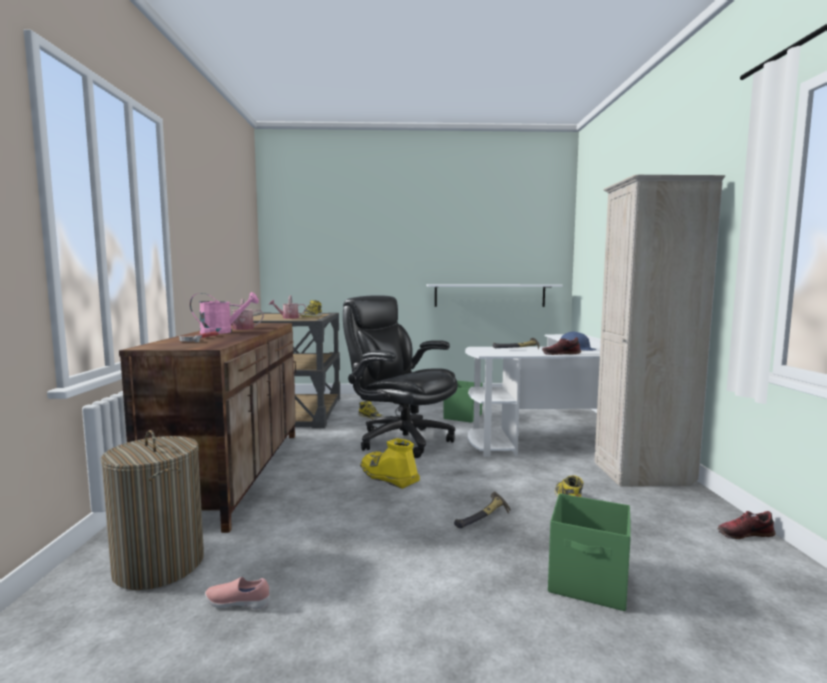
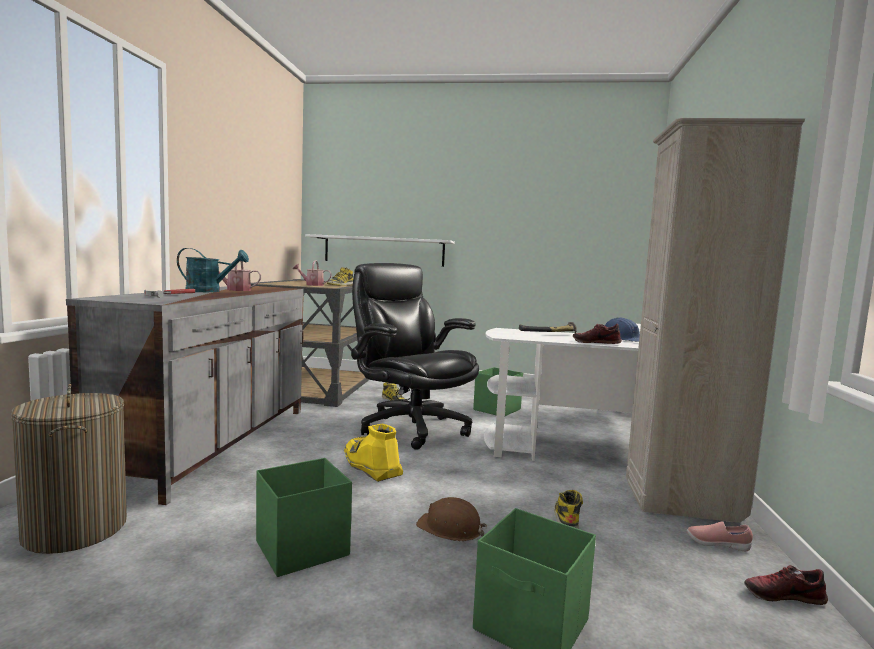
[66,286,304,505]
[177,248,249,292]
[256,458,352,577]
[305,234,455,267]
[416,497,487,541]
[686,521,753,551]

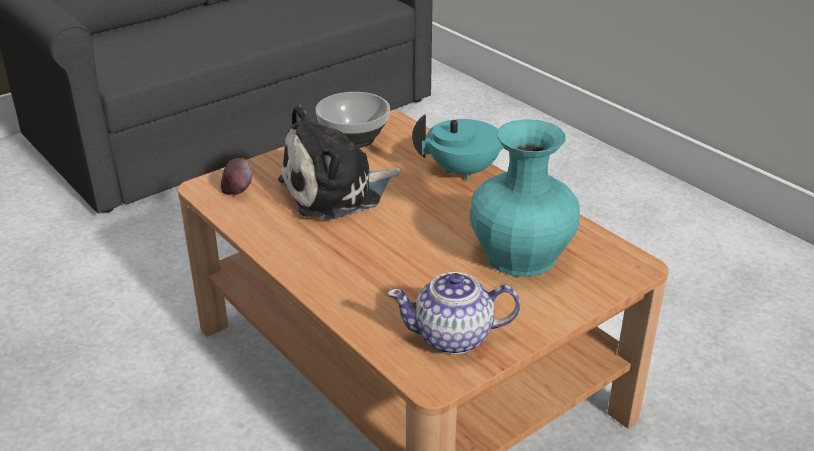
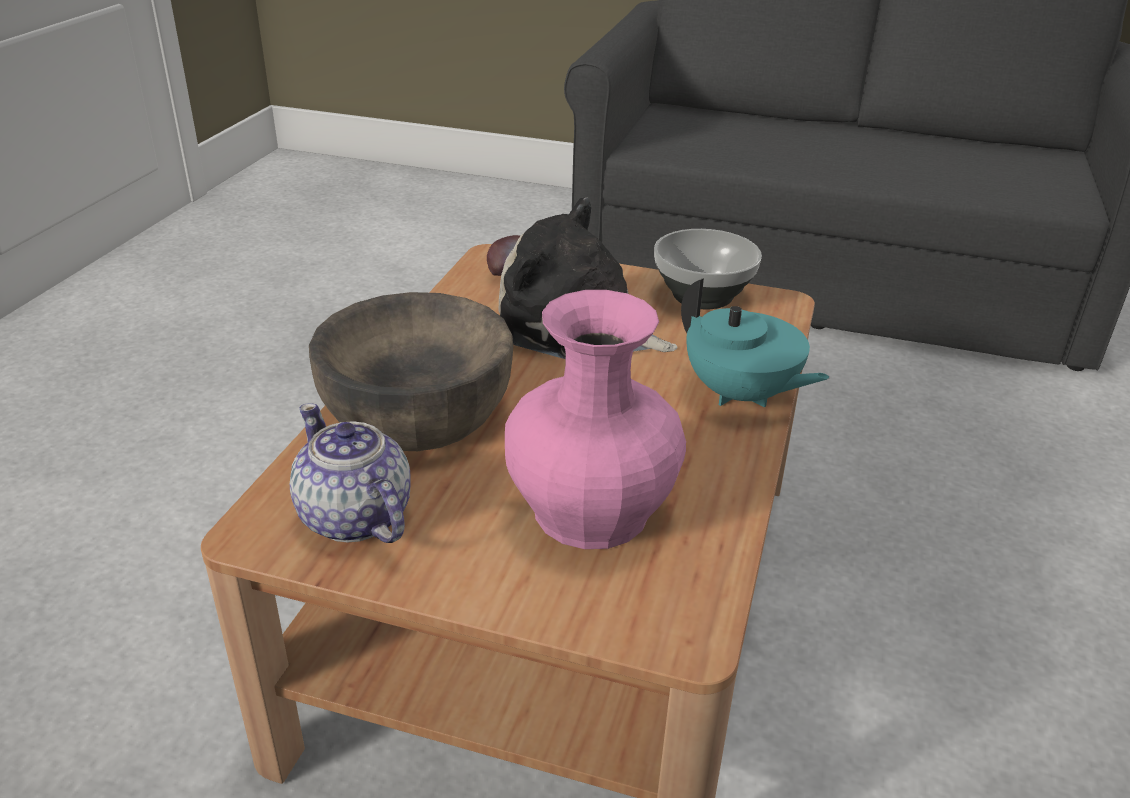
[309,292,513,451]
[505,290,686,549]

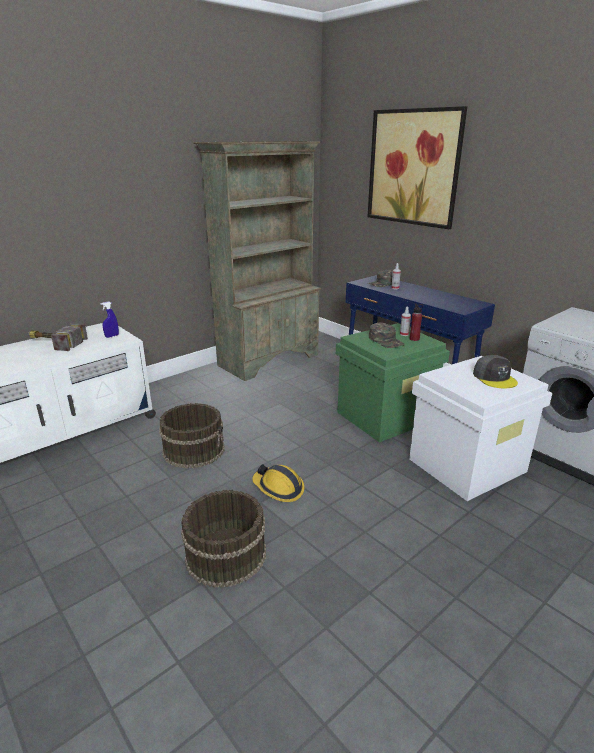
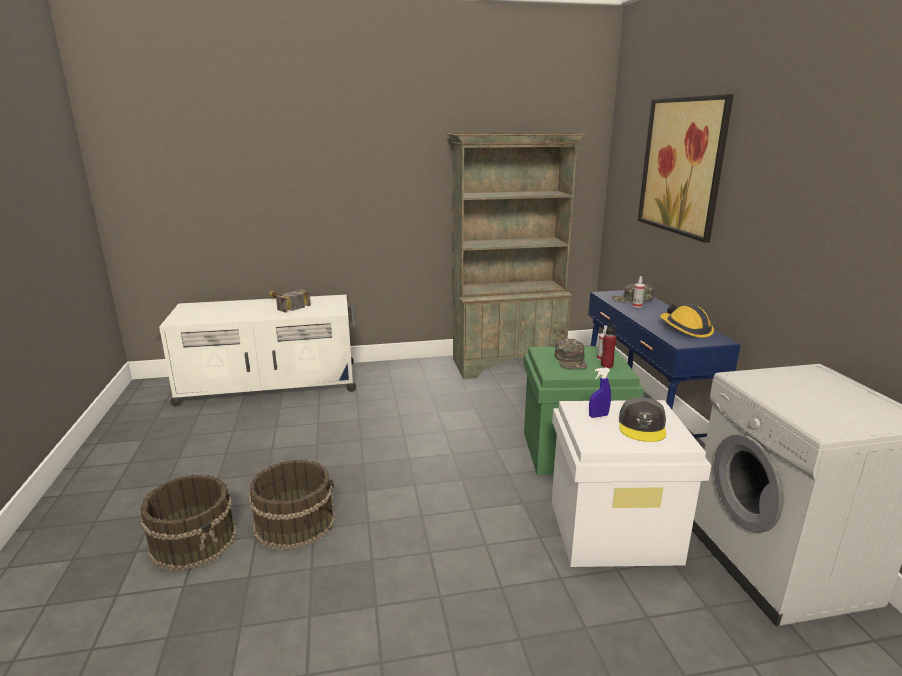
[140,474,236,571]
[589,367,611,418]
[660,304,714,338]

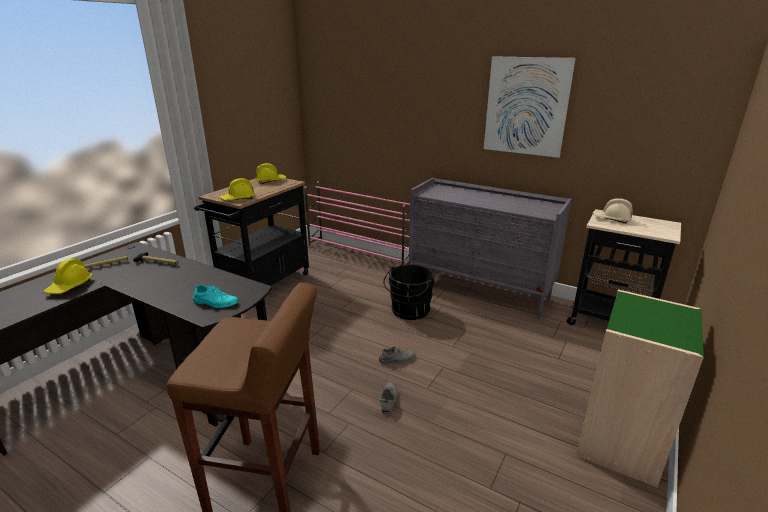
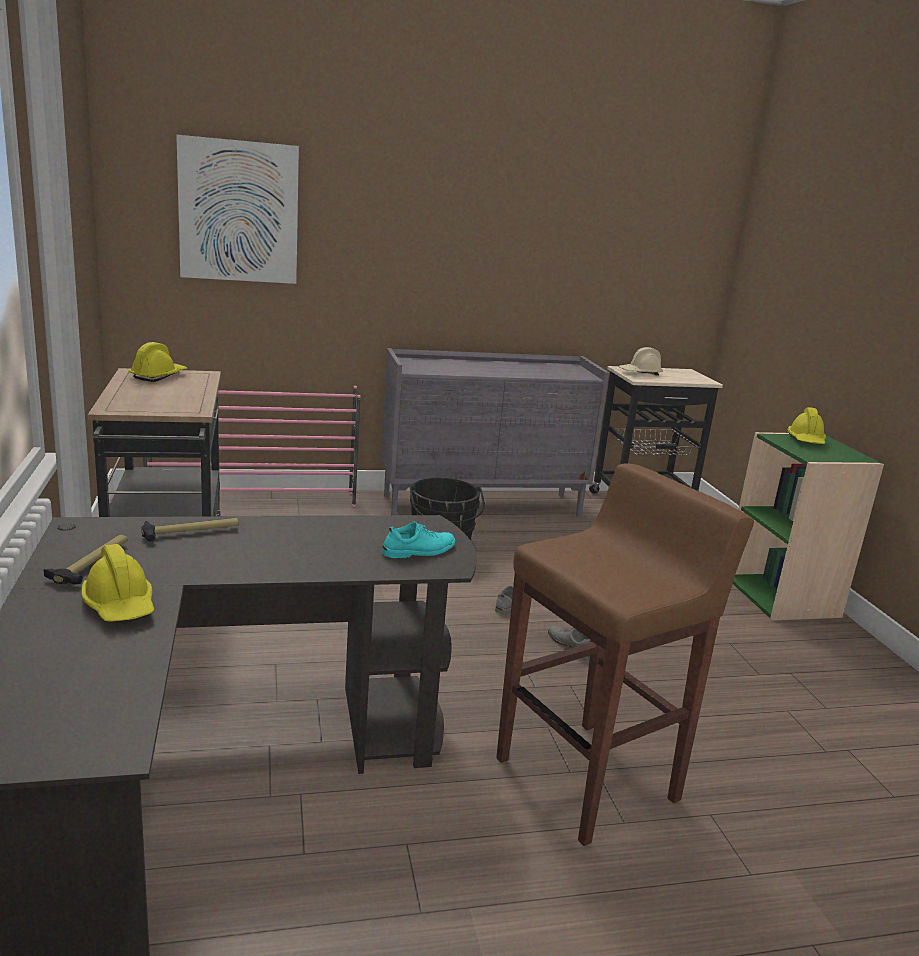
[176,135,299,284]
[788,407,826,444]

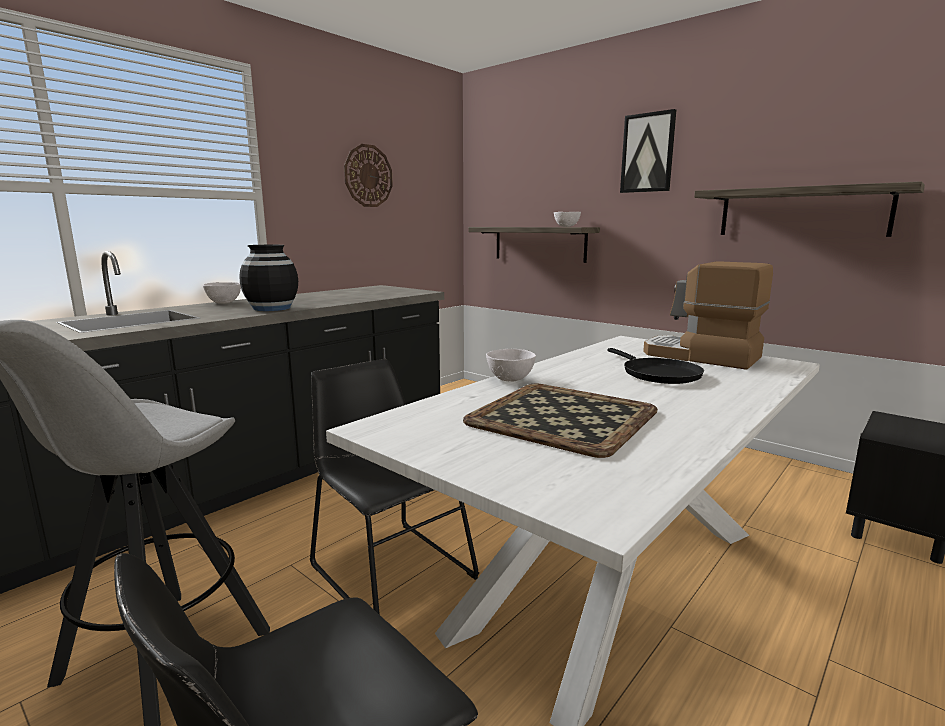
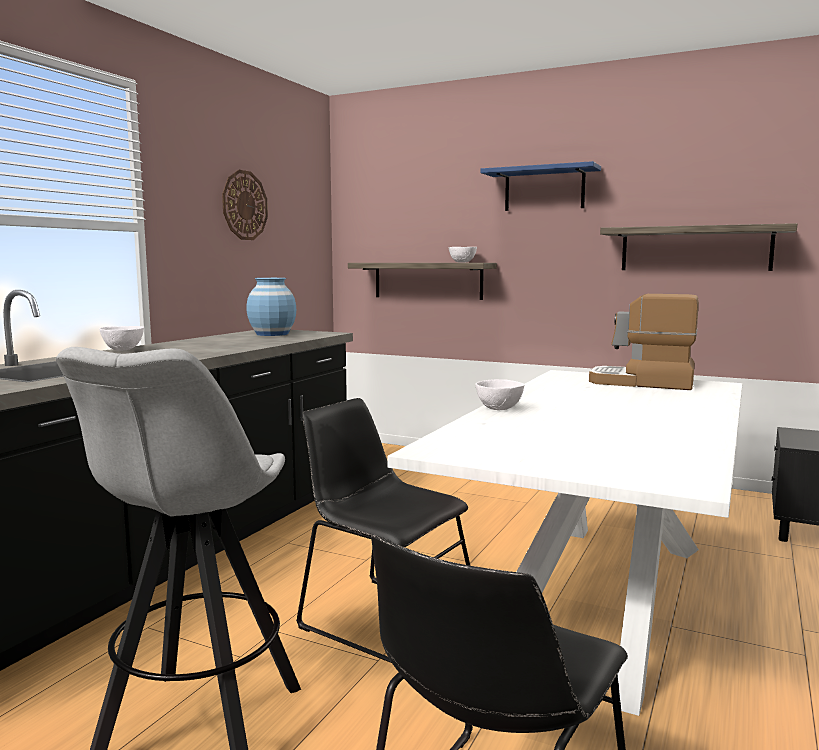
[247,278,296,336]
[480,161,601,211]
[239,245,298,311] (first image)
[463,384,658,458] (first image)
[608,348,704,384] (first image)

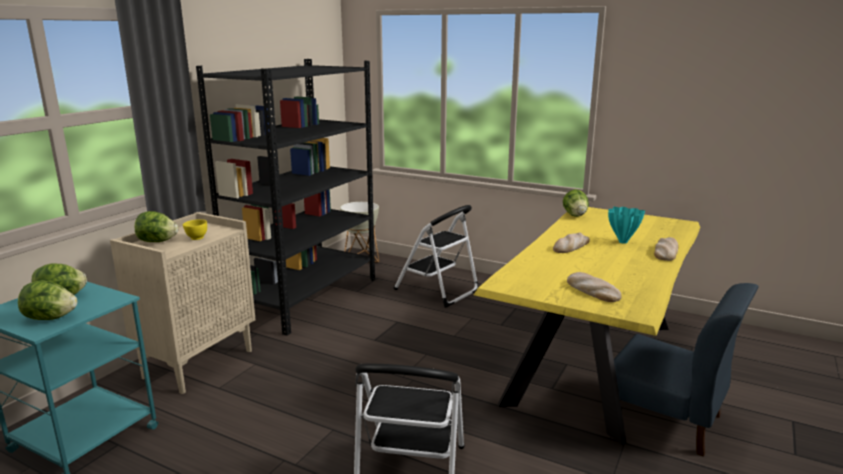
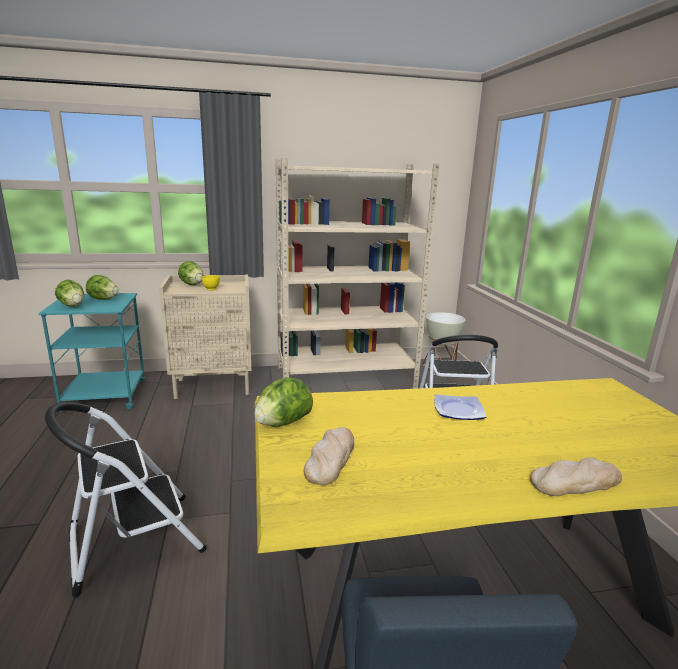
[254,377,313,427]
[276,158,439,389]
[434,394,486,420]
[608,207,645,244] (first image)

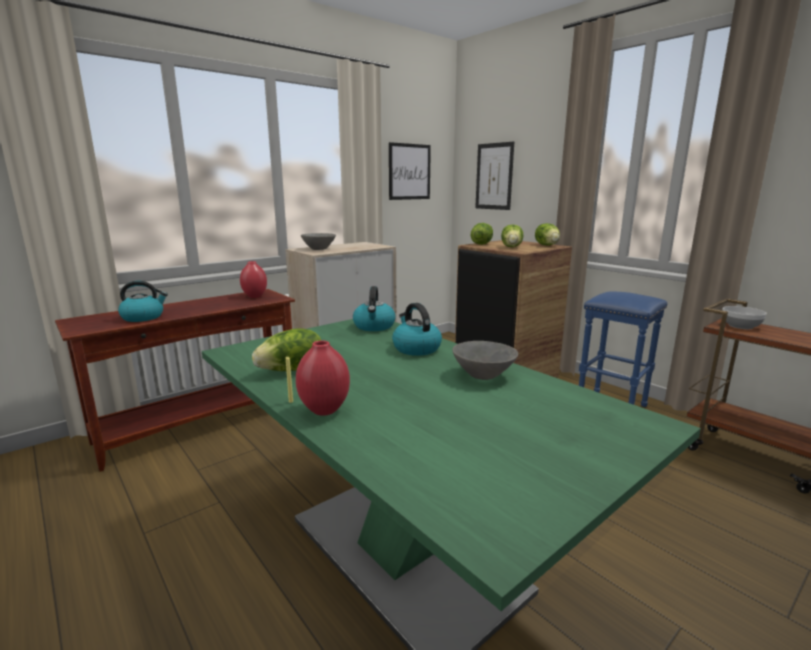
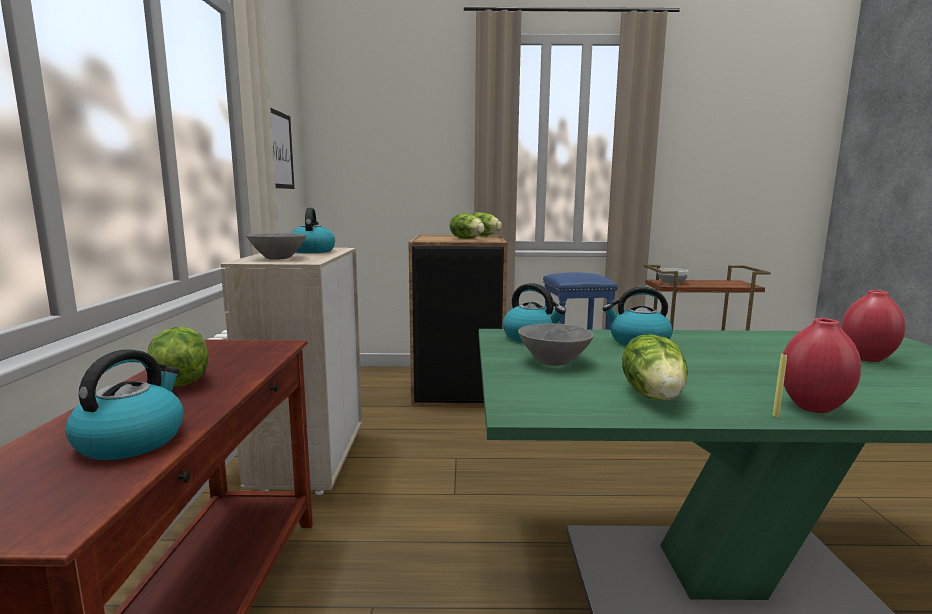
[148,327,208,387]
[291,208,335,253]
[518,323,593,366]
[841,290,906,362]
[475,141,514,210] (first image)

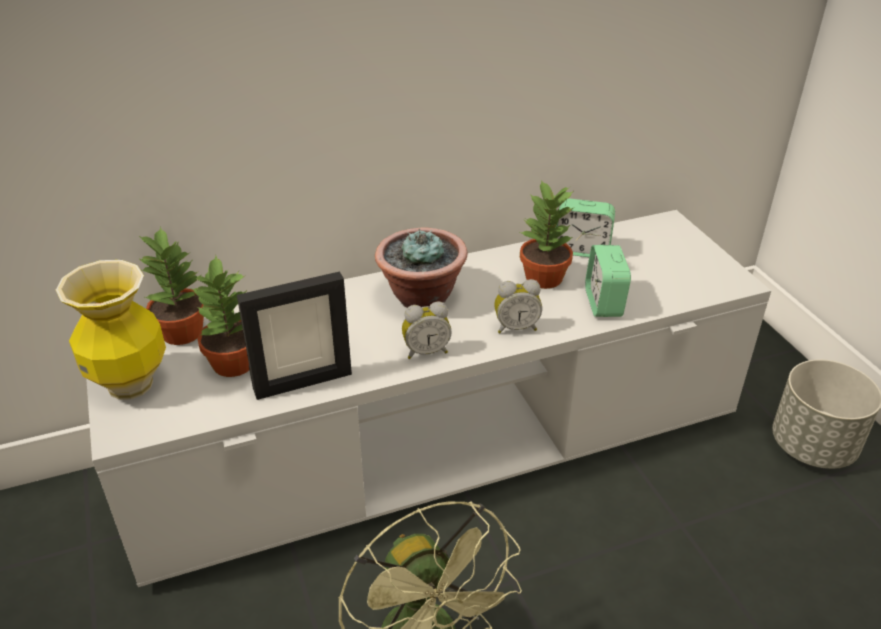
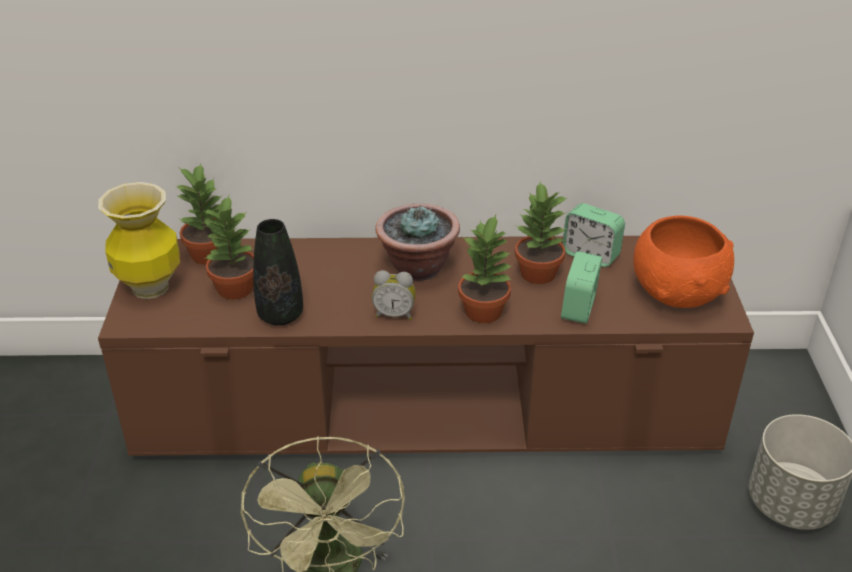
[98,236,754,456]
[253,219,303,326]
[458,215,513,323]
[633,216,734,308]

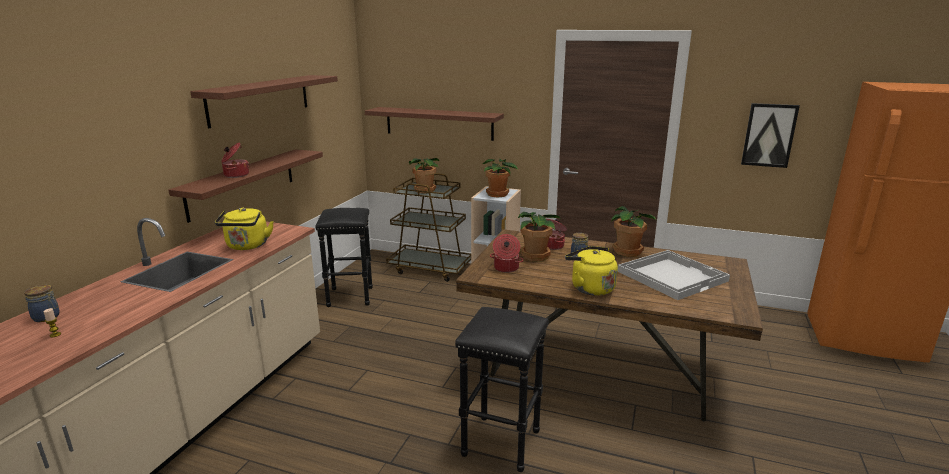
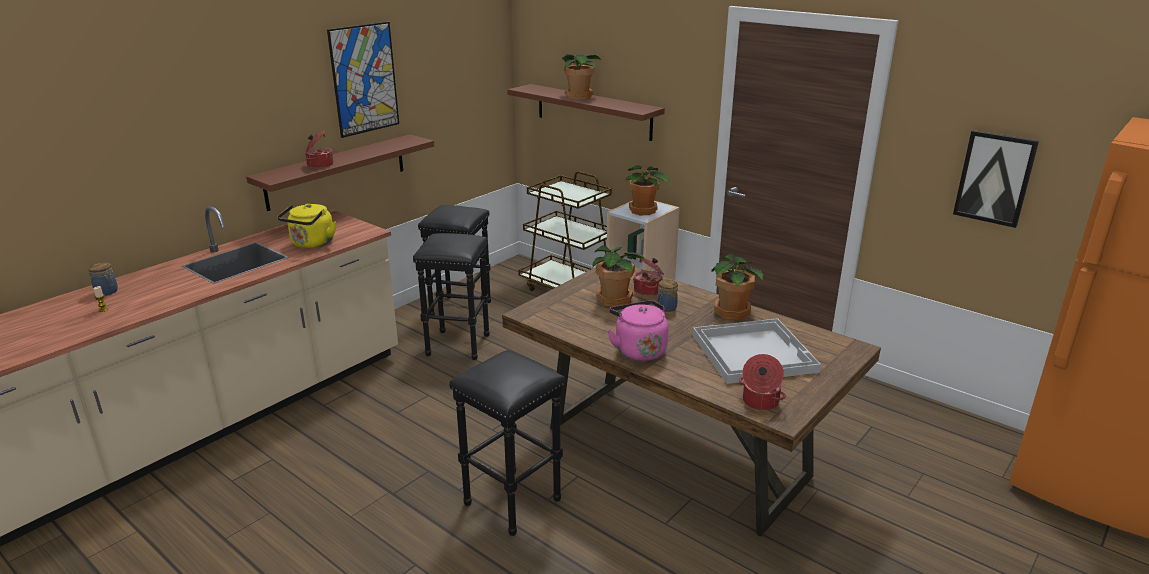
[327,22,399,138]
[413,233,490,360]
[562,54,602,100]
[608,300,668,361]
[739,354,786,411]

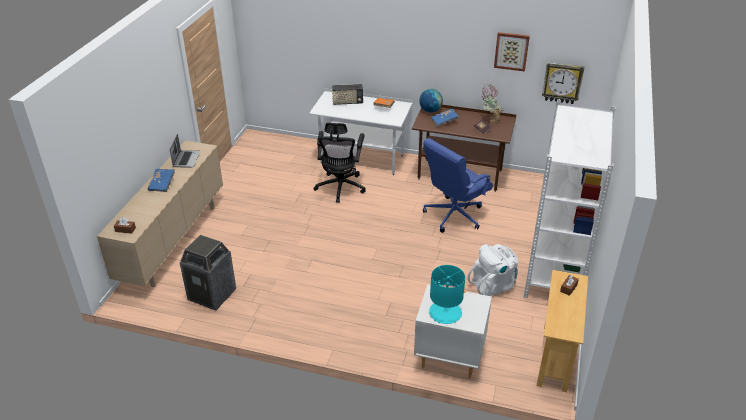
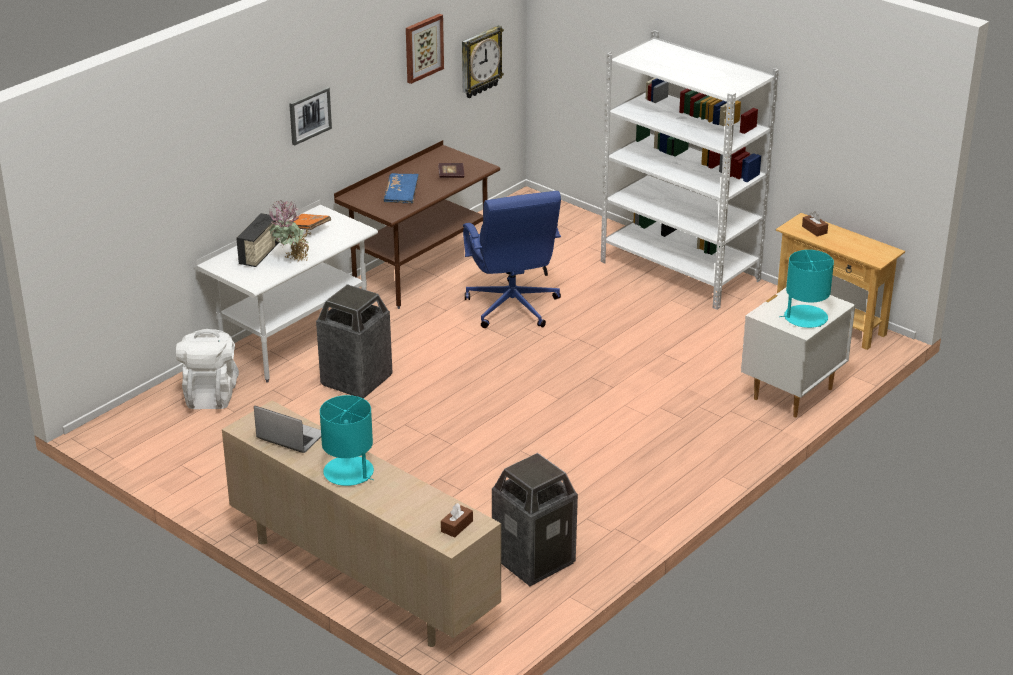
[176,329,239,409]
[269,201,312,261]
[289,87,332,146]
[316,284,393,399]
[320,395,374,486]
[419,89,443,112] (first image)

